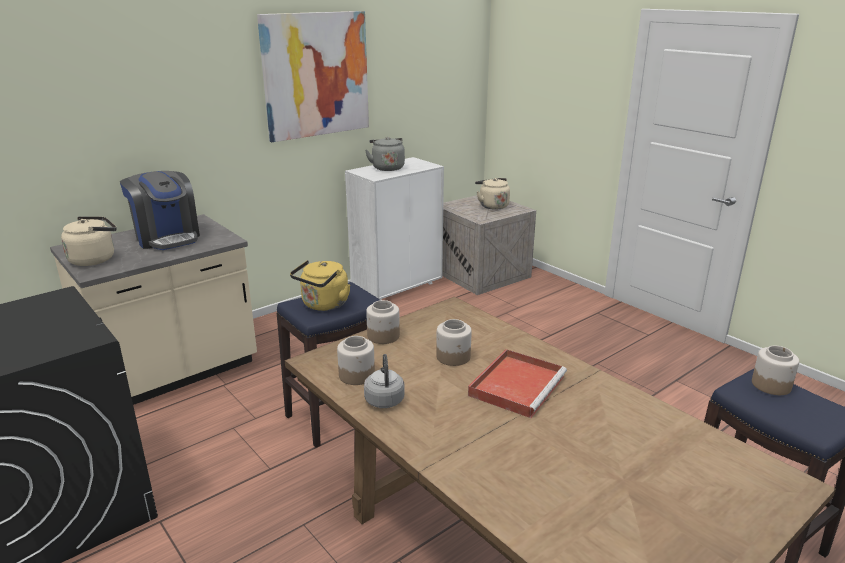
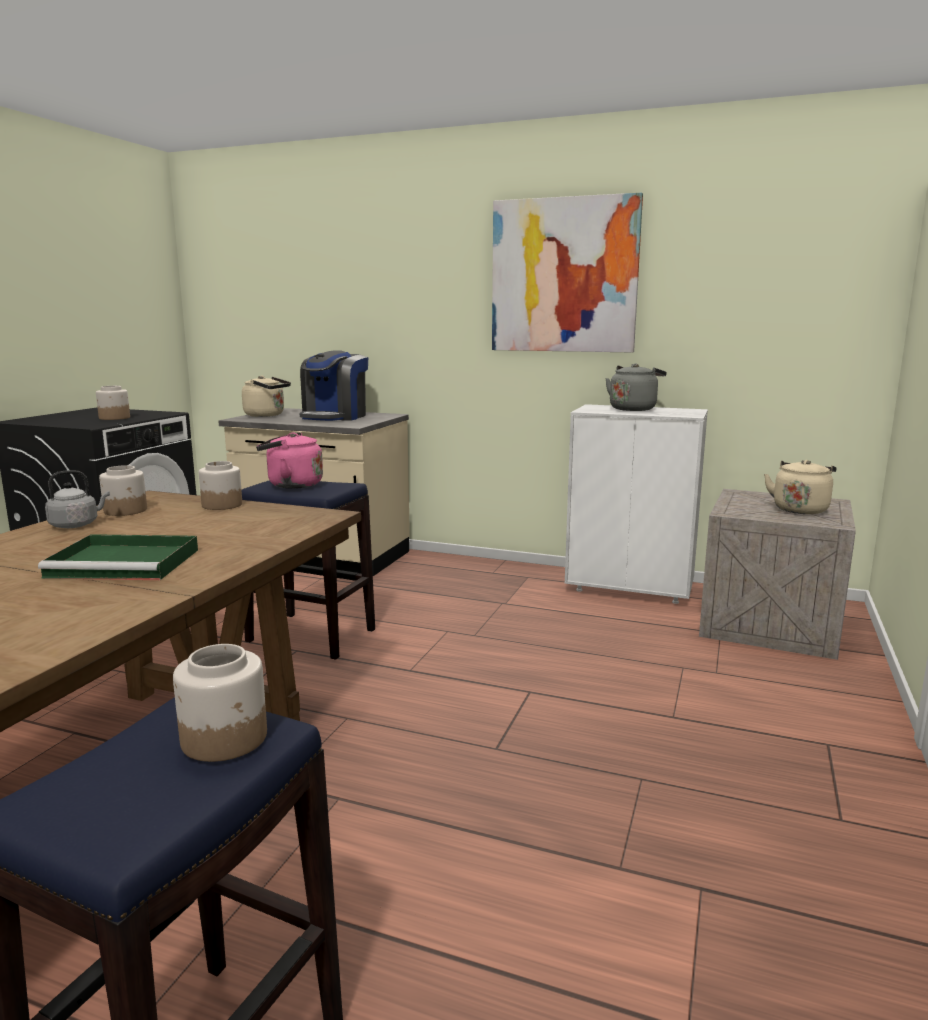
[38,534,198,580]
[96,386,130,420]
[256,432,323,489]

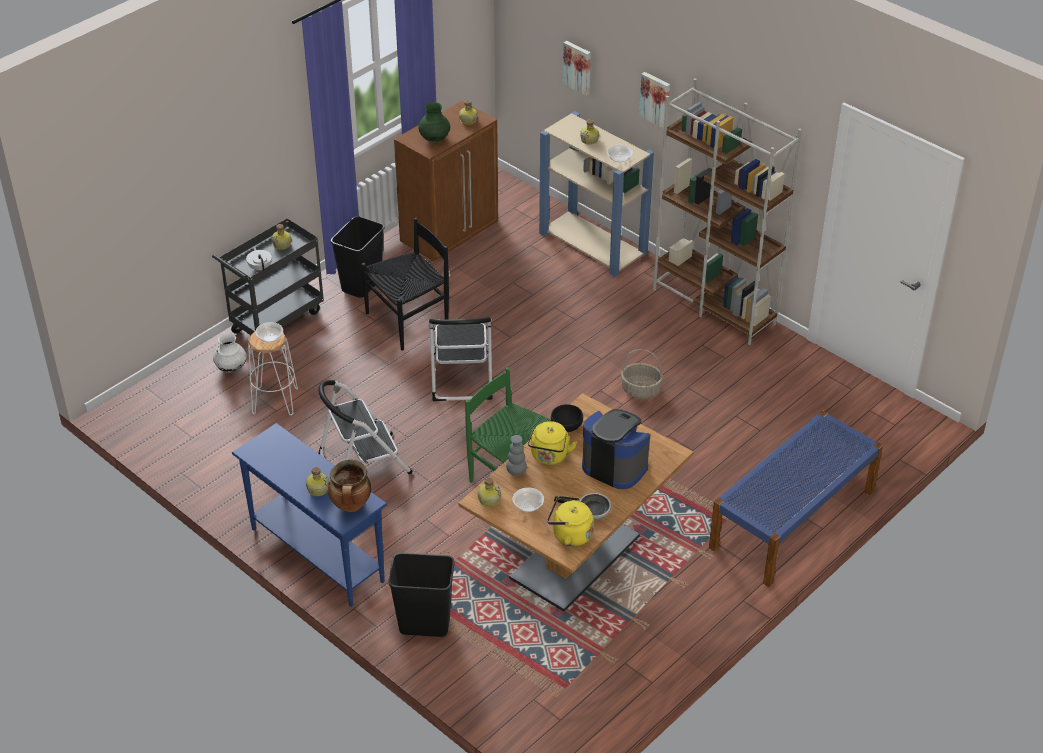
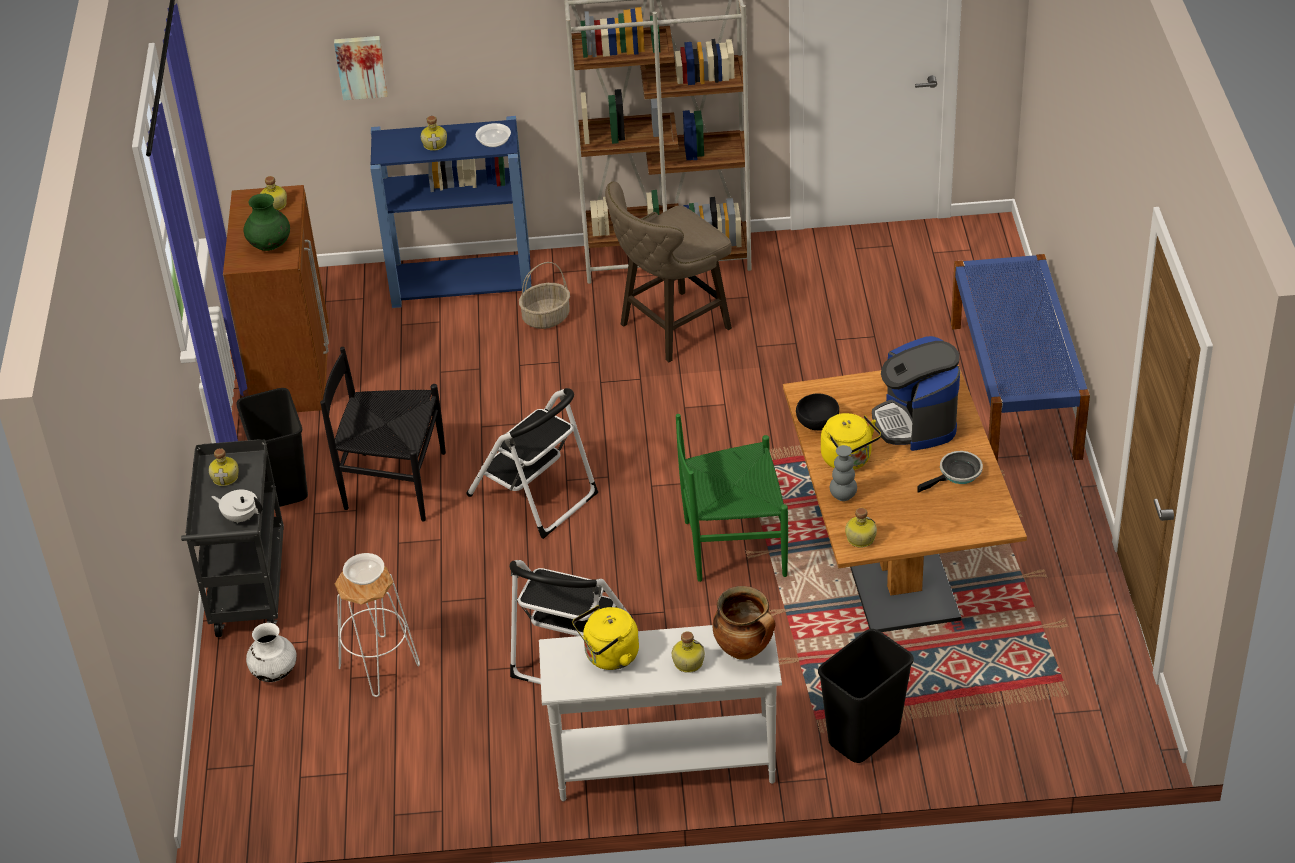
[320,347,446,521]
[371,116,531,308]
[519,262,570,329]
[539,625,782,801]
[572,605,639,670]
[605,182,732,362]
[872,336,960,451]
[512,488,544,512] (first image)
[639,72,670,129] (first image)

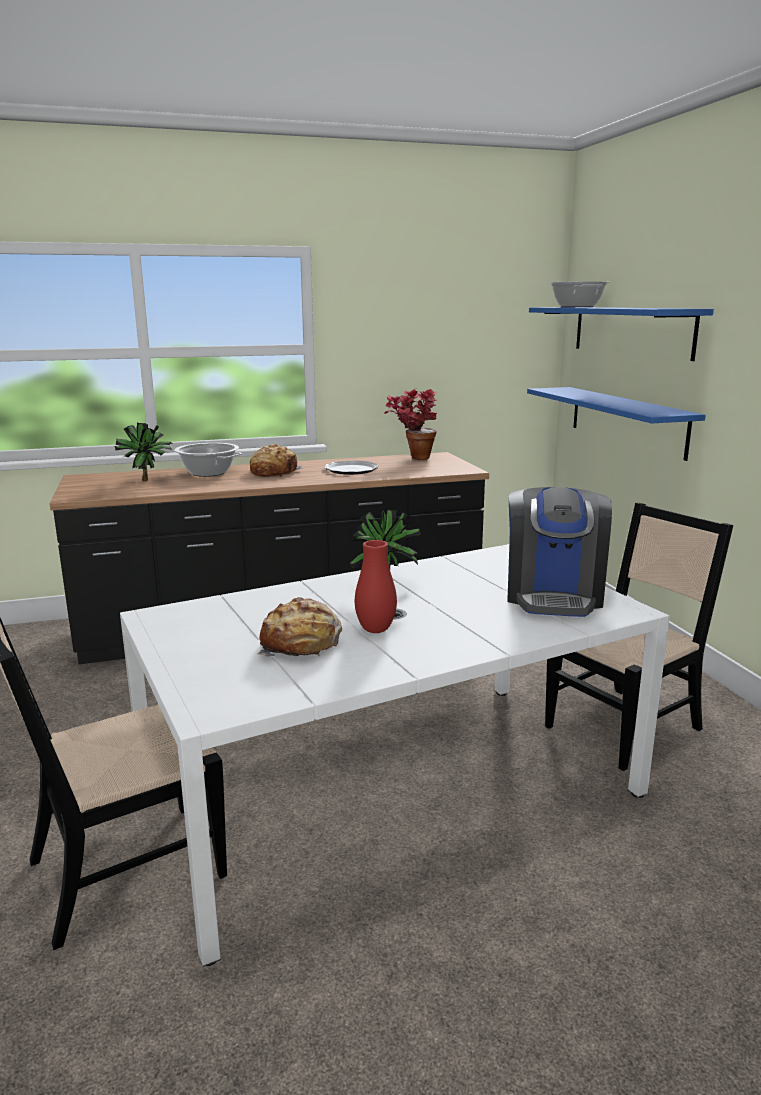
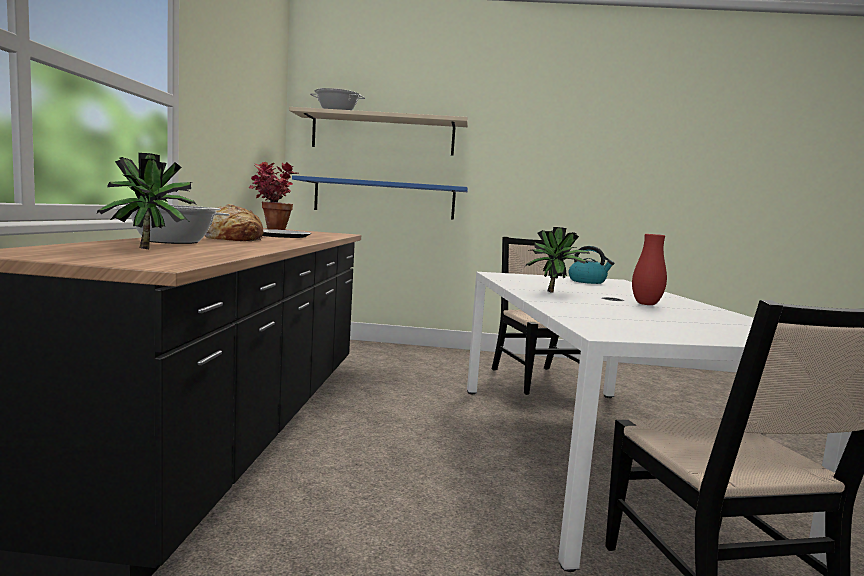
[289,107,468,156]
[569,246,614,284]
[257,597,342,656] (first image)

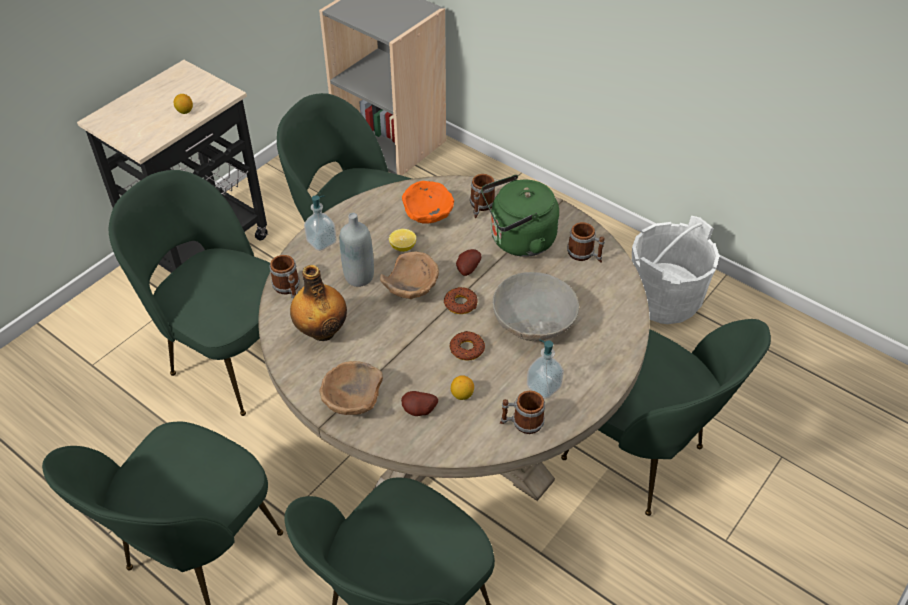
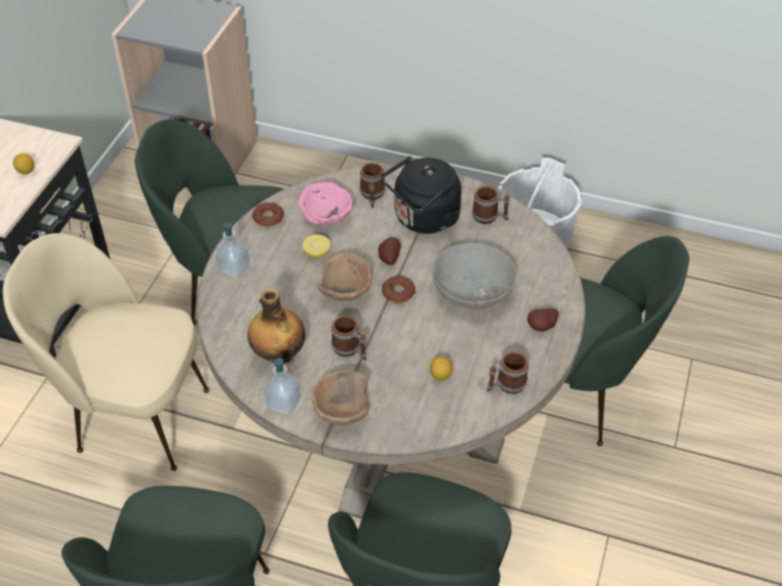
[3,233,209,471]
[252,202,284,227]
[265,358,301,415]
[298,182,353,225]
[331,315,366,360]
[381,156,461,234]
[527,308,559,331]
[339,213,374,287] (first image)

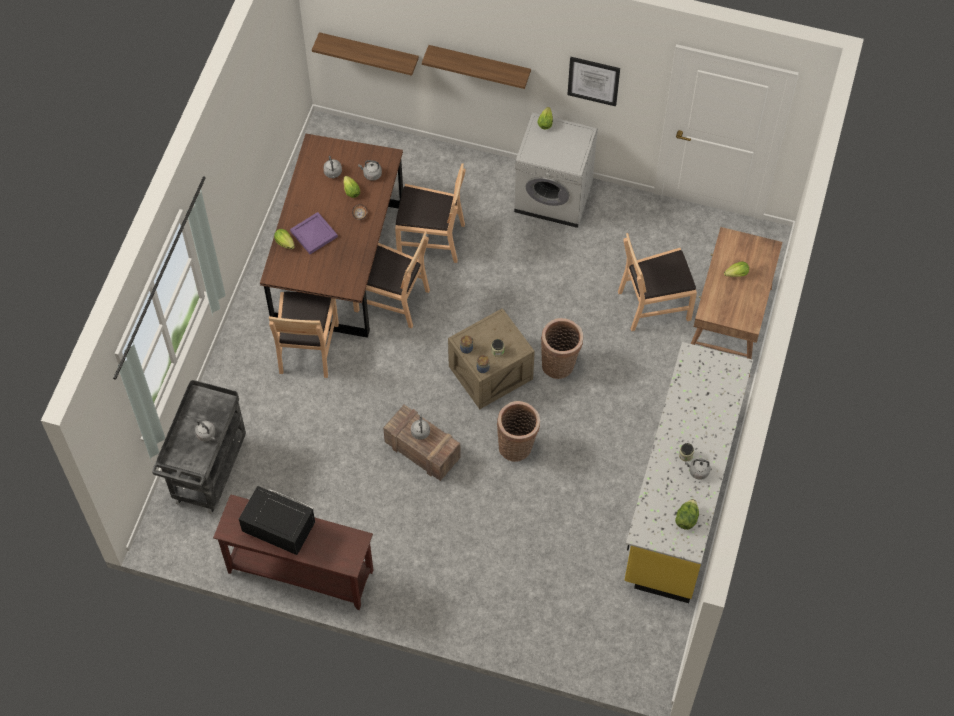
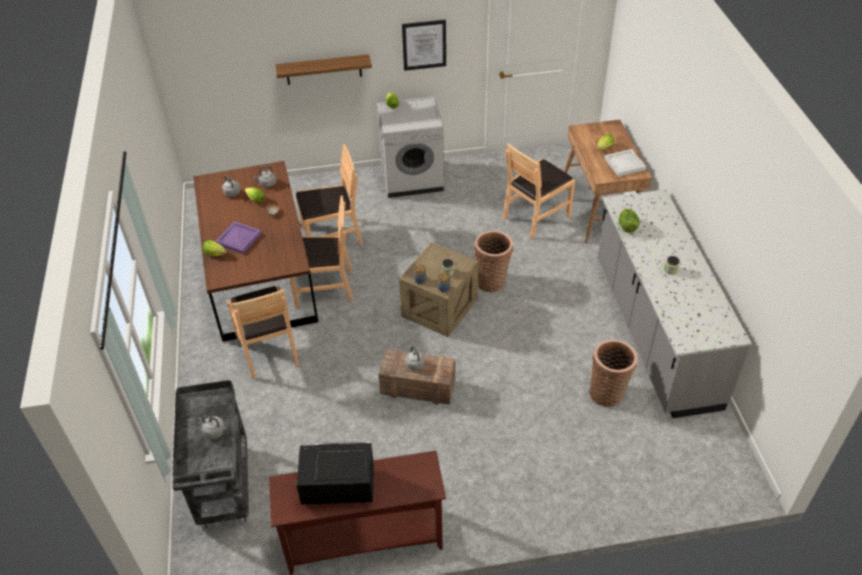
[590,339,638,407]
[598,189,752,418]
[604,149,646,177]
[619,208,640,233]
[312,32,419,76] (first image)
[685,458,711,480] (first image)

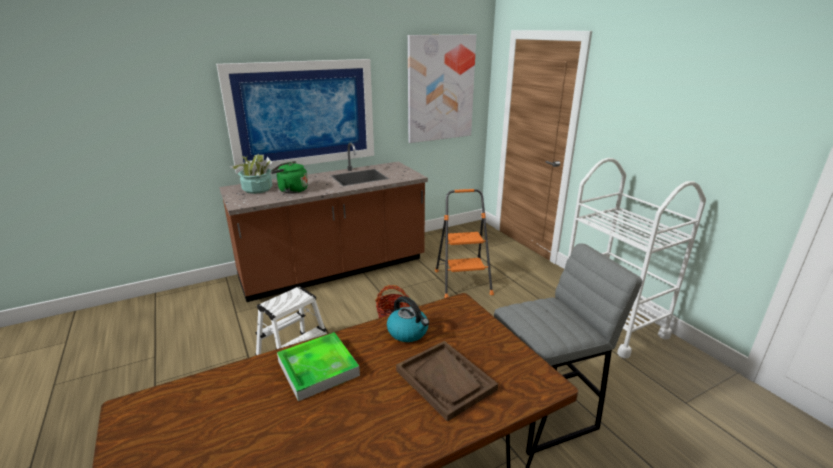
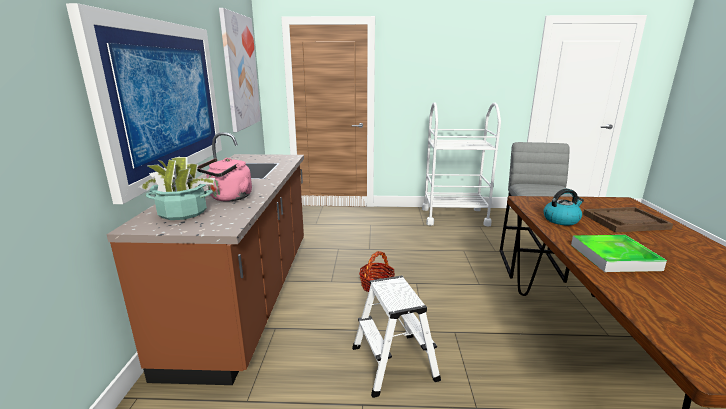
[197,158,252,201]
[435,189,494,298] (first image)

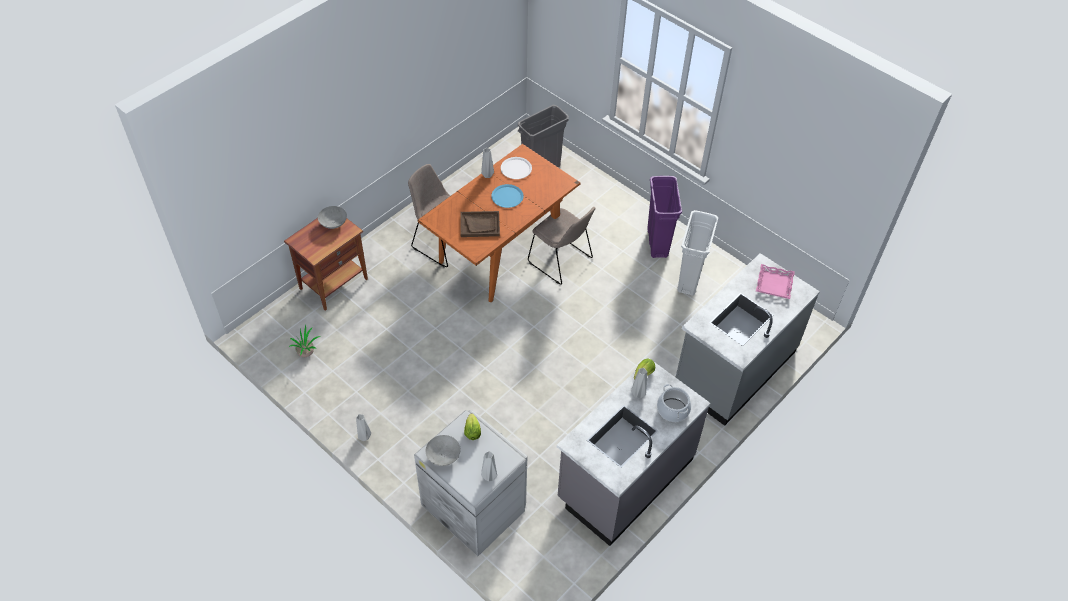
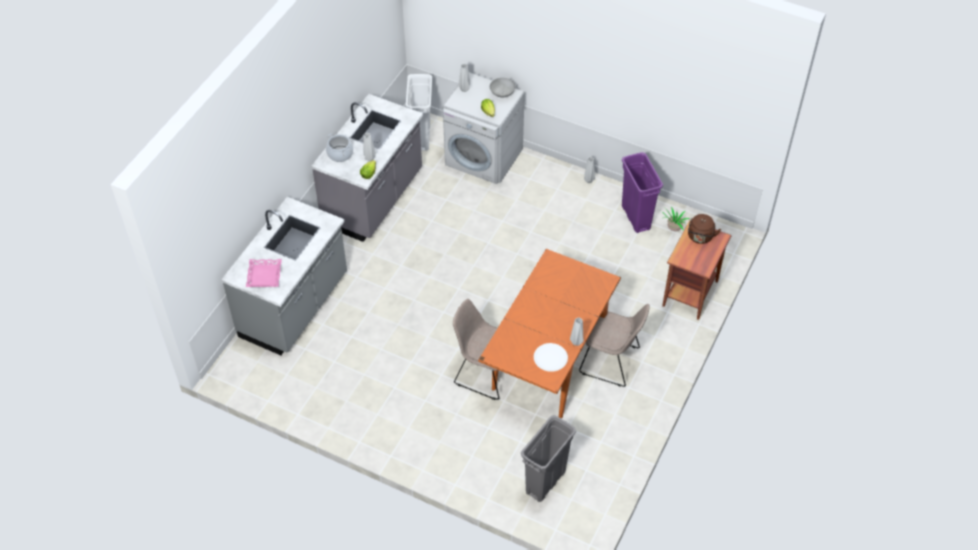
[406,74,432,151]
[622,152,663,233]
[688,214,721,244]
[318,206,347,229] (first image)
[460,211,500,237] (first image)
[491,184,524,208] (first image)

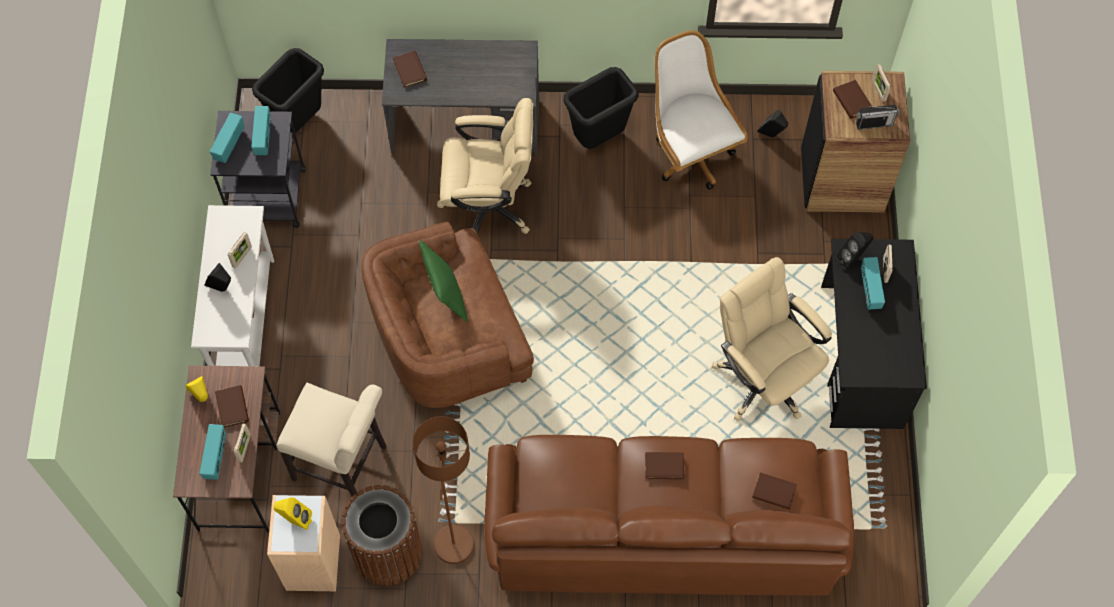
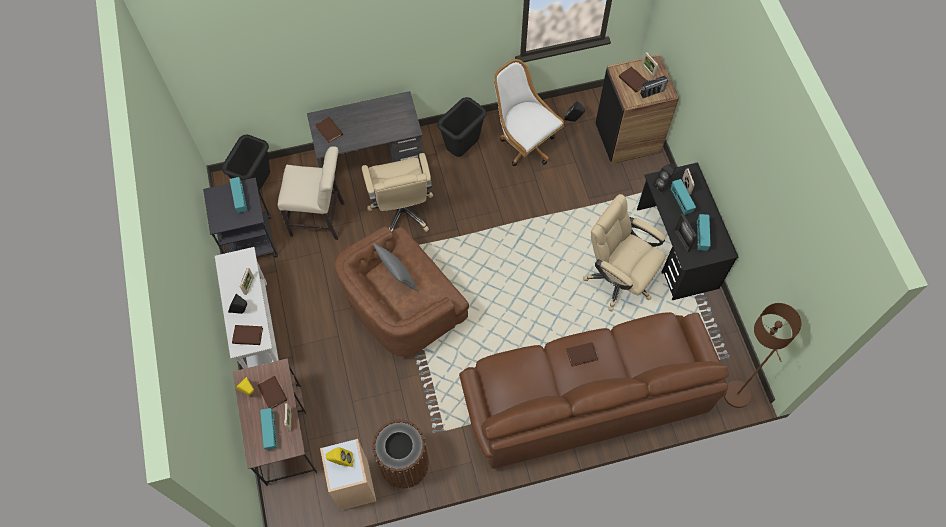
[232,325,263,345]
[278,146,345,240]
[362,153,433,232]
[373,243,418,291]
[674,214,697,252]
[697,214,711,251]
[724,303,802,408]

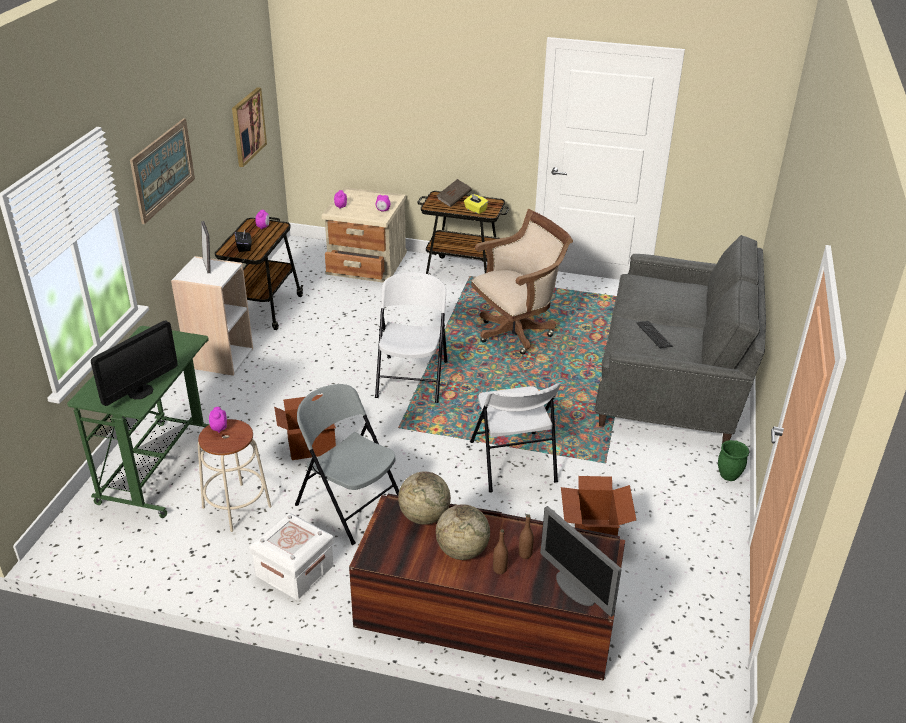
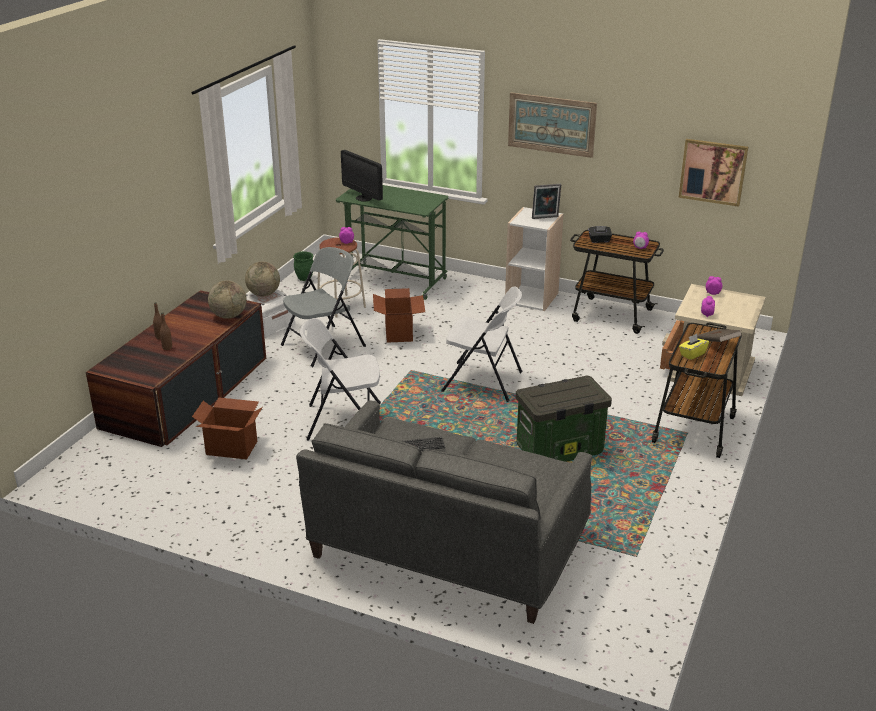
[245,261,280,296]
[293,251,314,281]
[516,376,612,462]
[540,506,622,617] (first image)

